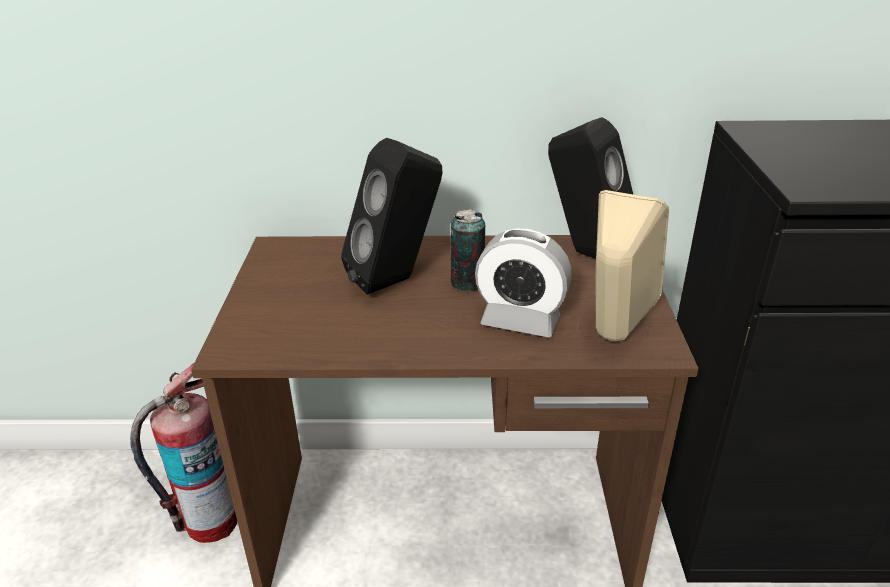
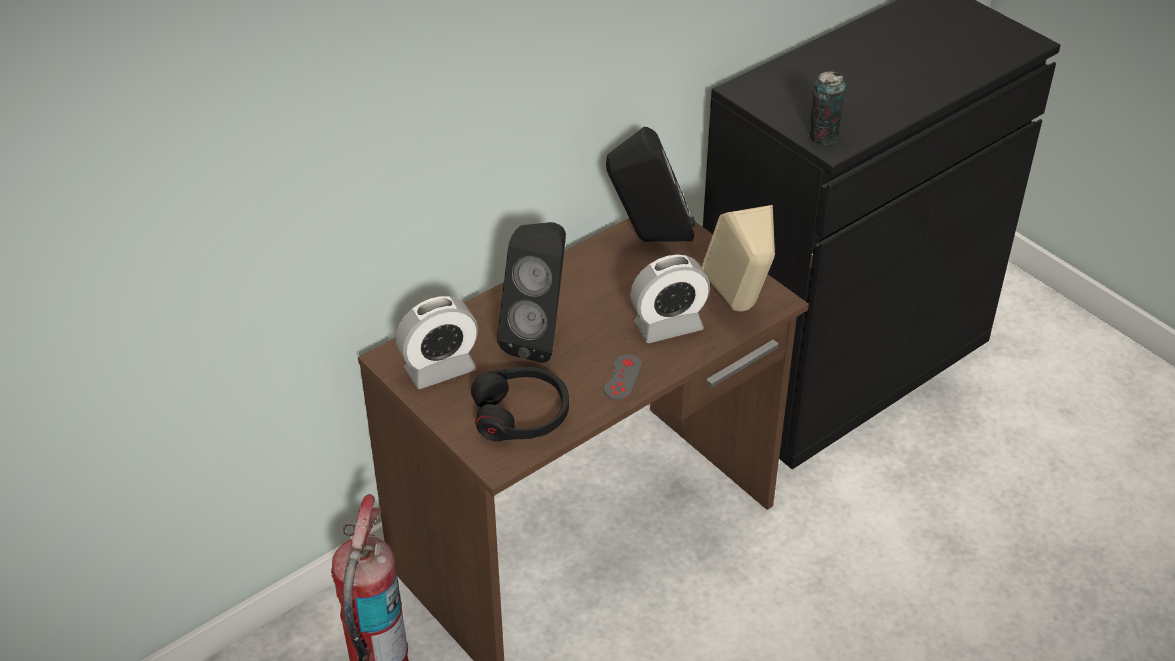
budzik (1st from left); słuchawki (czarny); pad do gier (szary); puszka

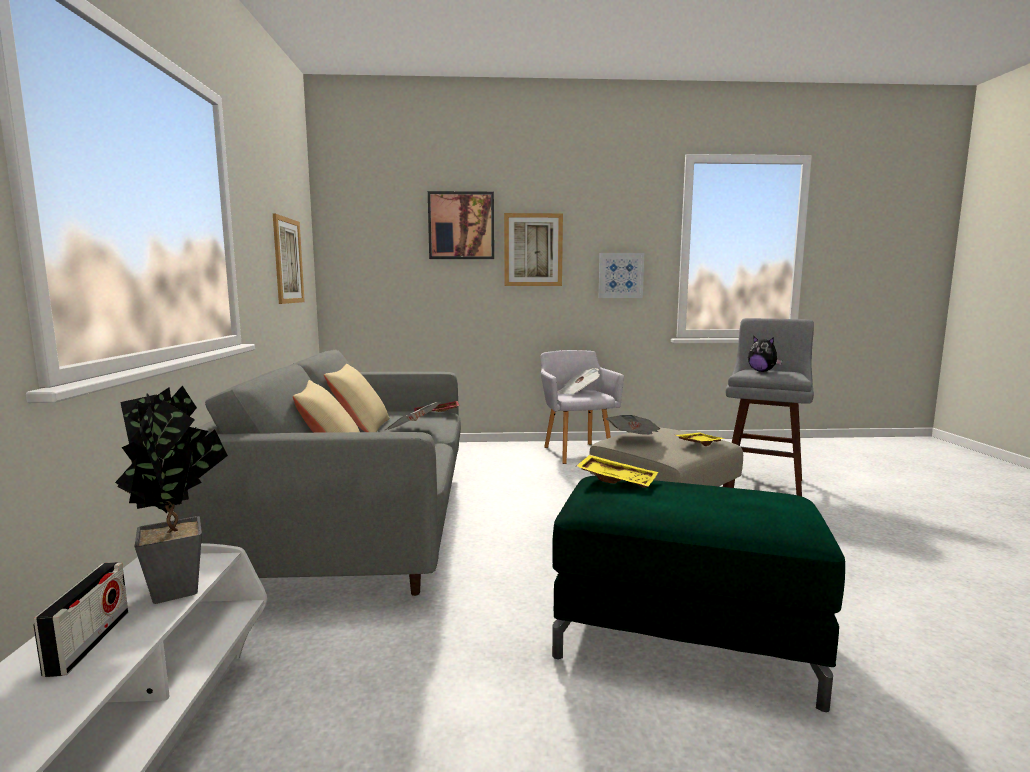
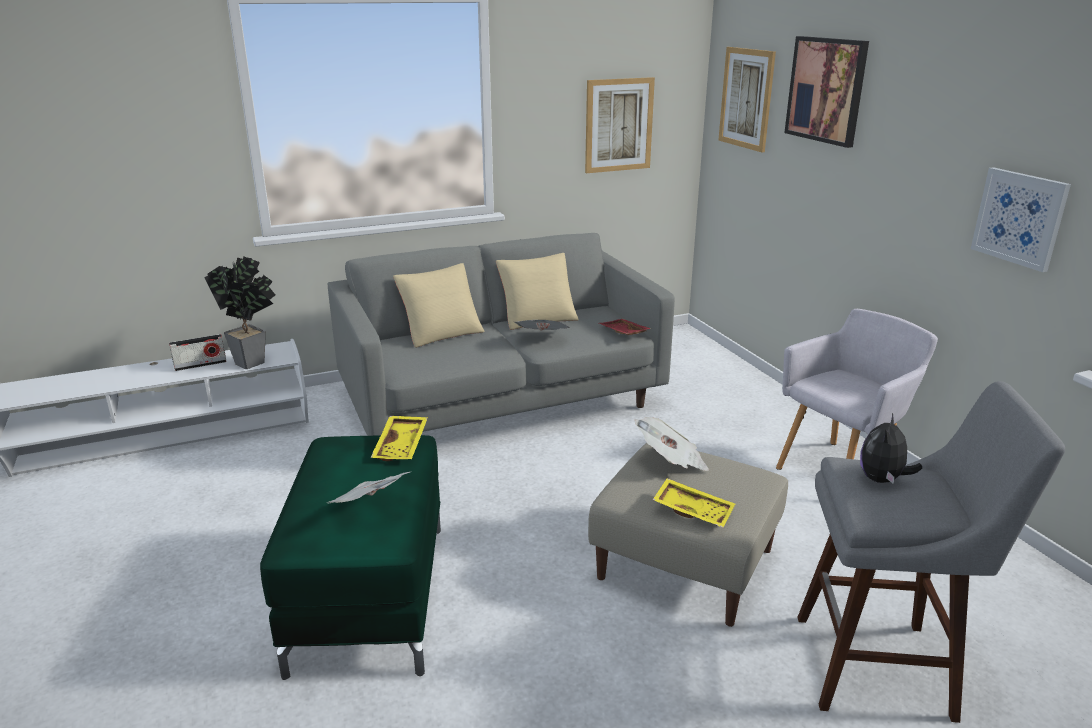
obraz (2nd from left); gazeta (1st from left)

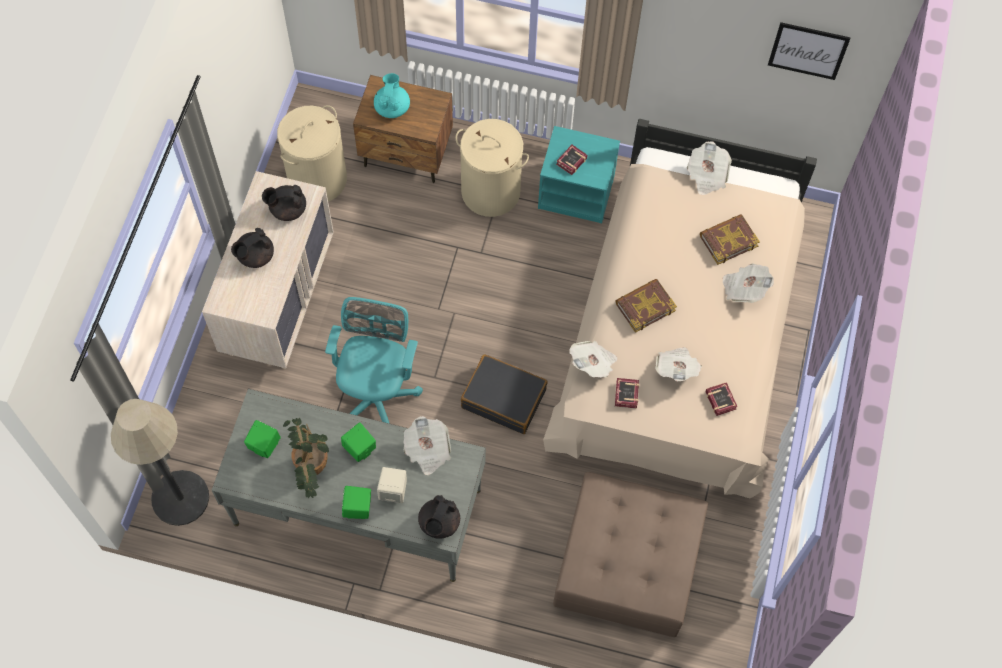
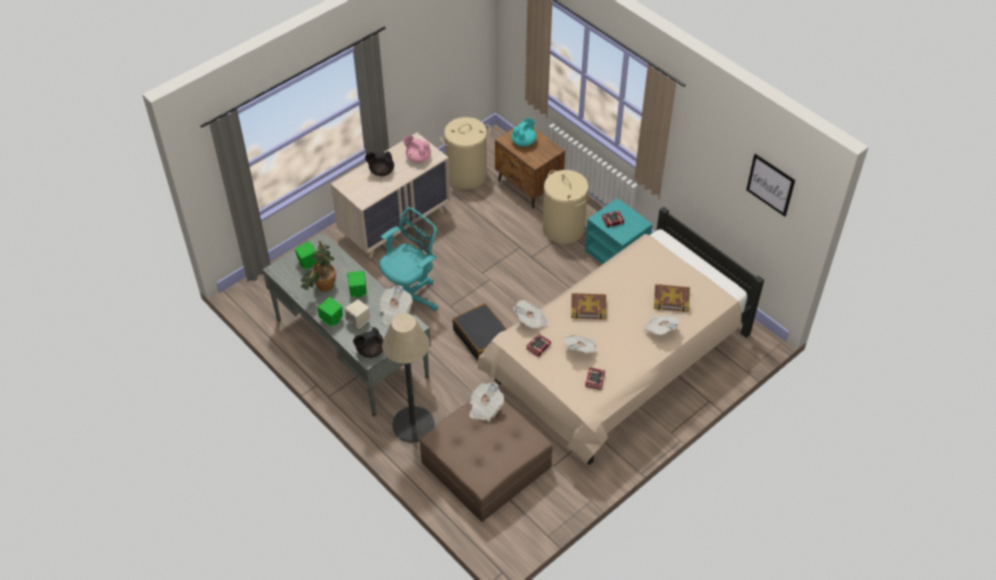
lampa stojąca; gazeta (2nd from left); imbryk (różowy)

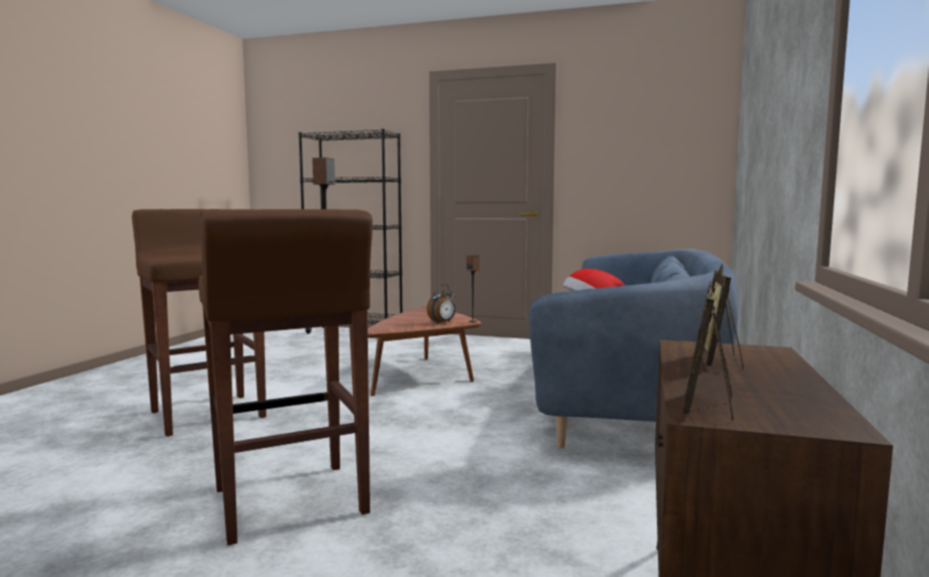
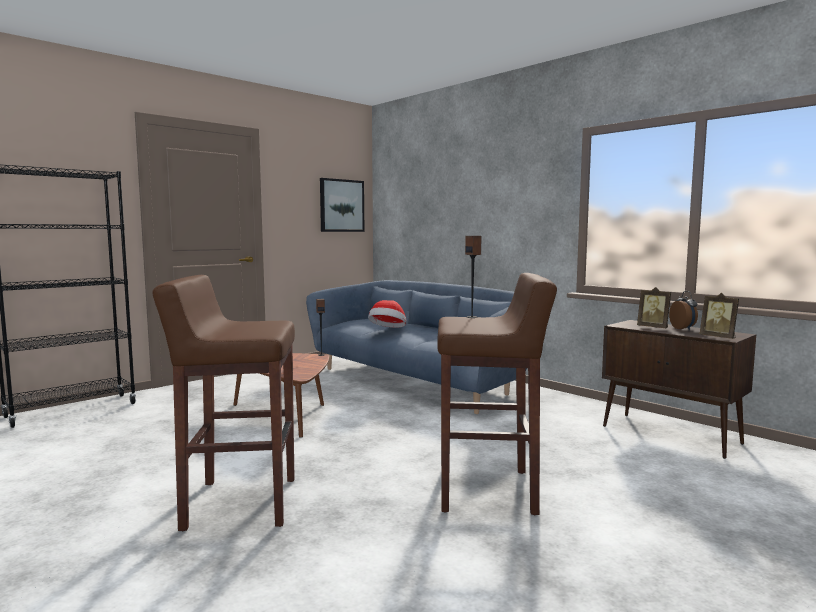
obraz; budzik

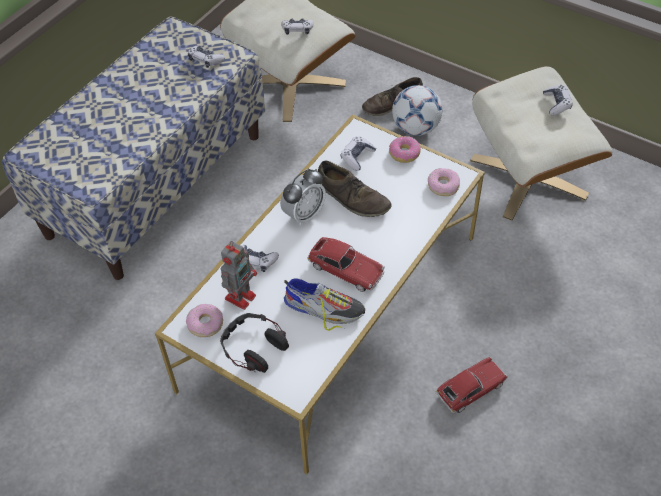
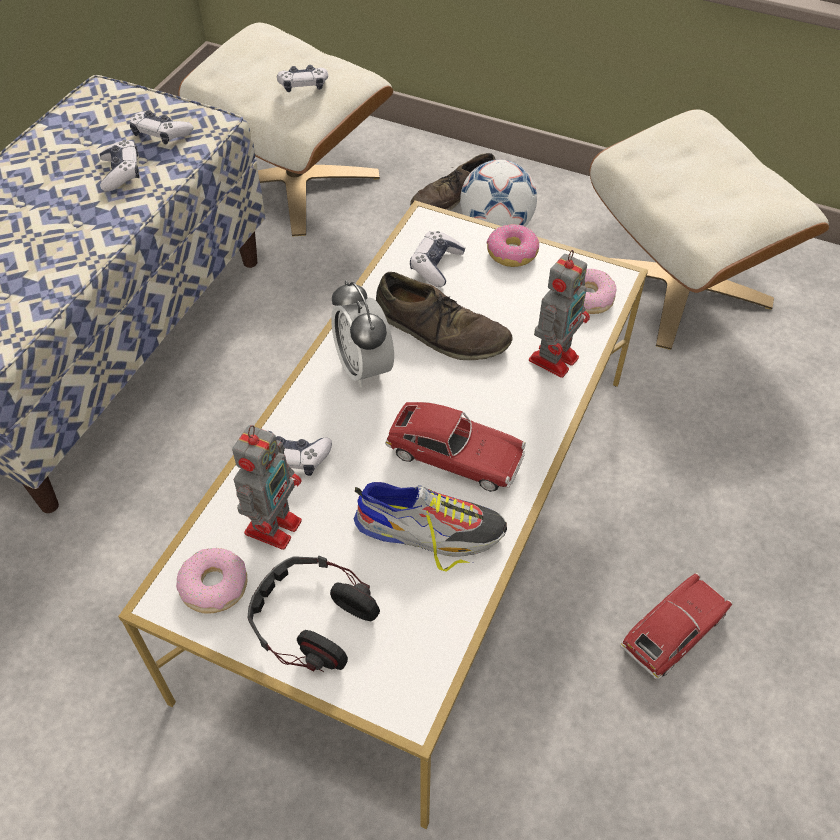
robot zabawkowy (2nd from left); pad do gier (1st from left); budzik

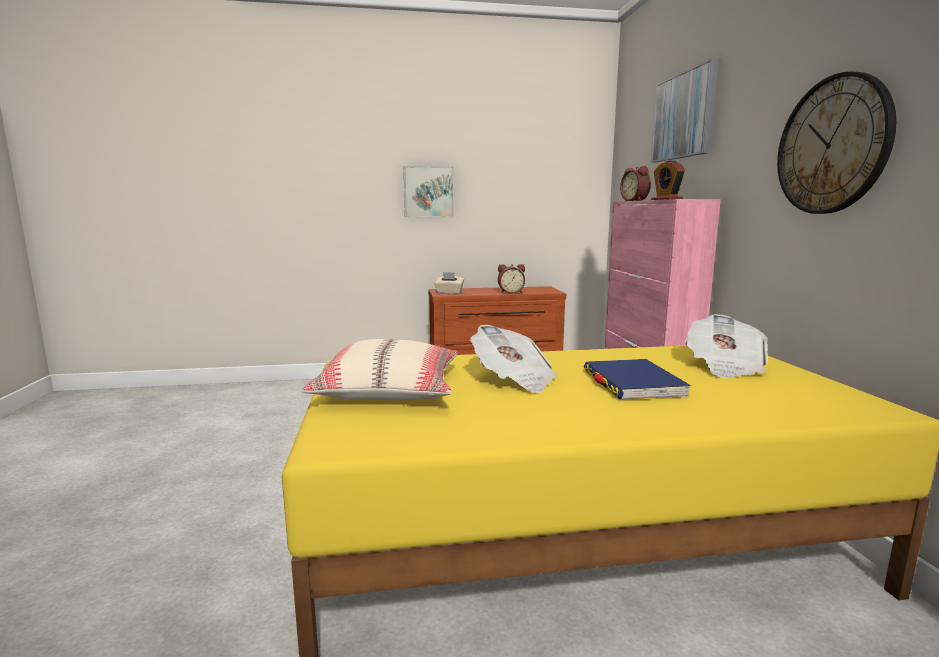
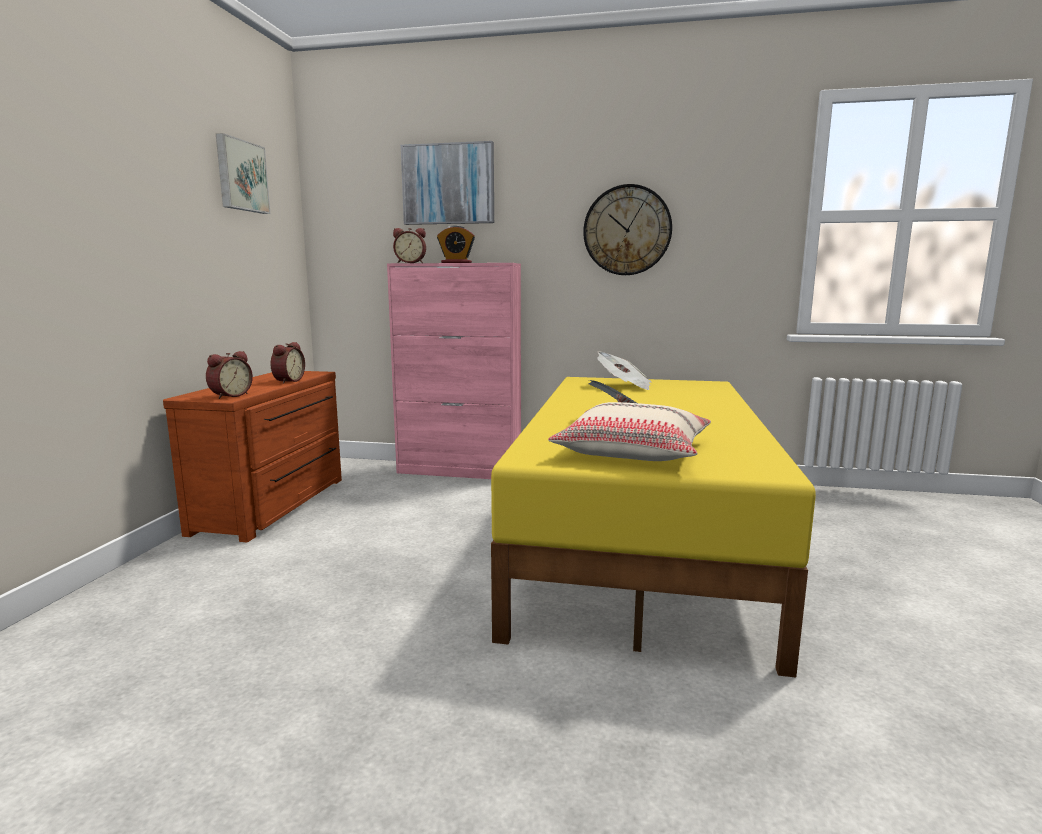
książka (niebieski); obraz (1st from left); budzik (1st from left)

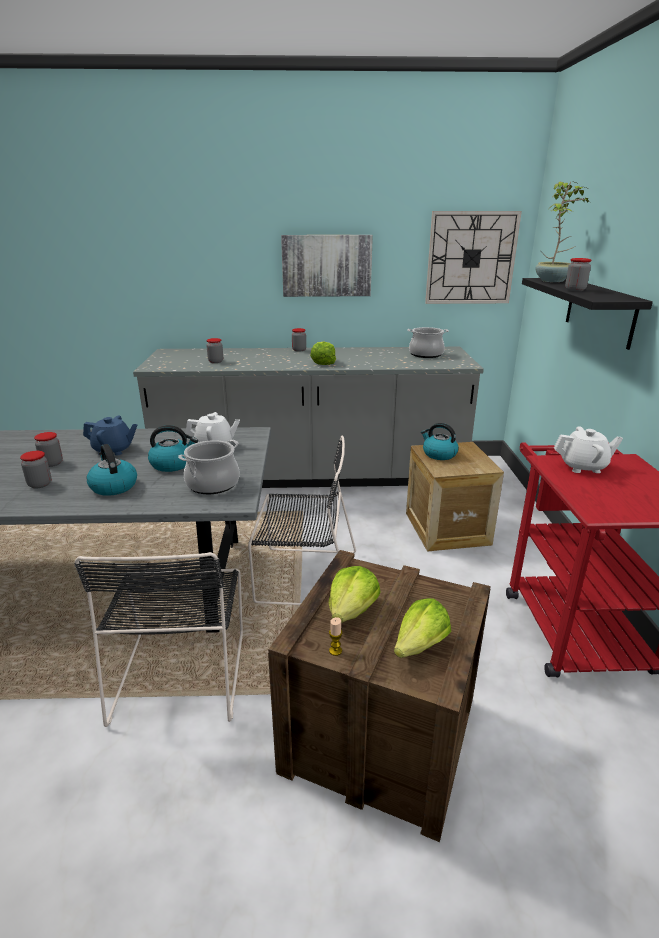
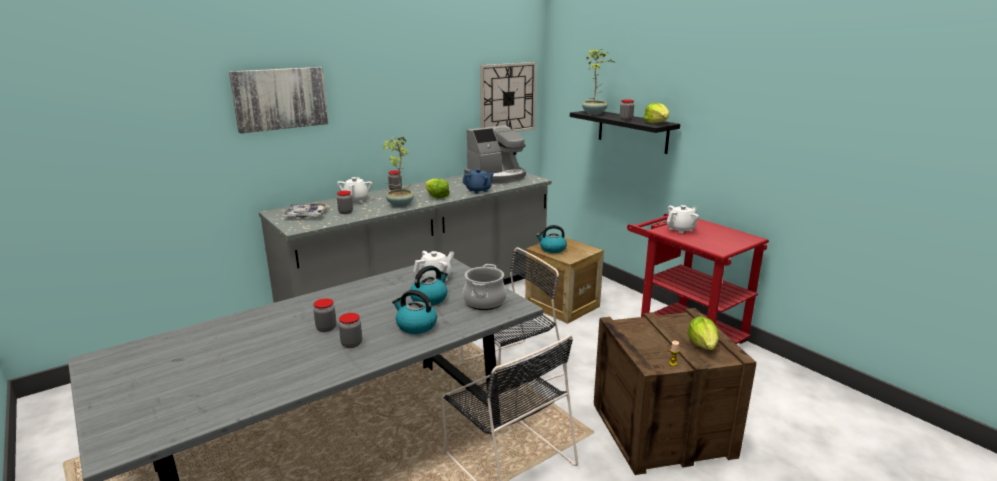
taca; imbryk (biały) (1st from left); roślina doniczkowa (1st from left); imbryk (niebieski); obraz; sałata (2nd from left); ekspres do kawy

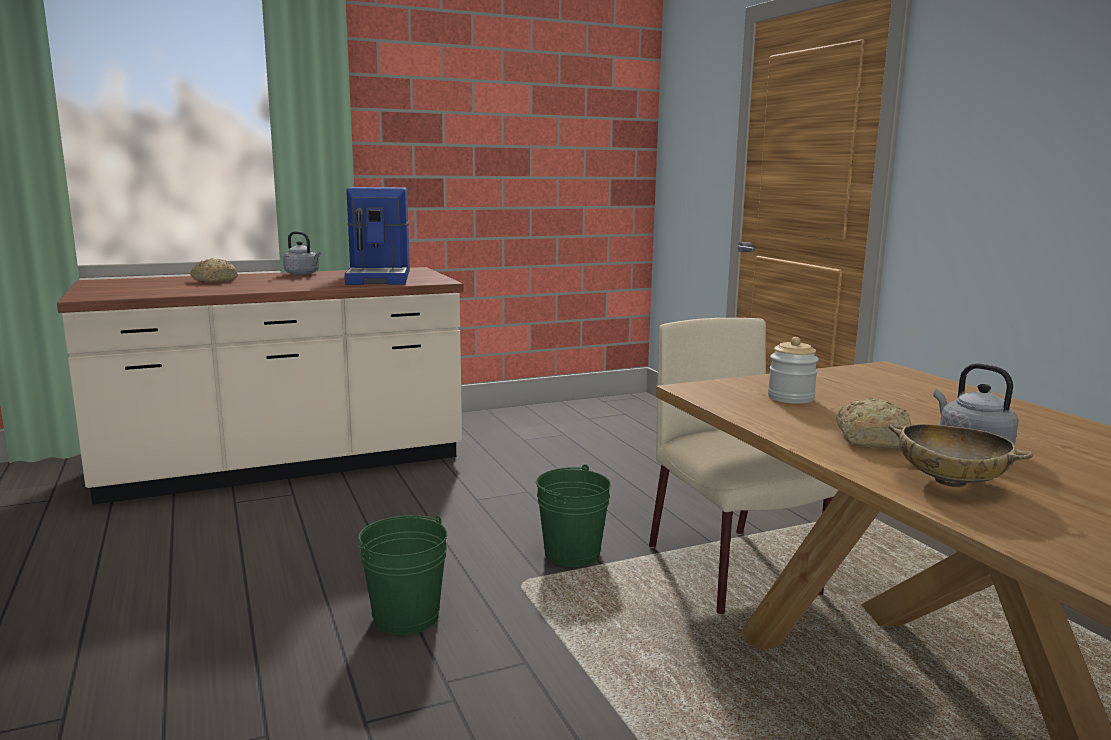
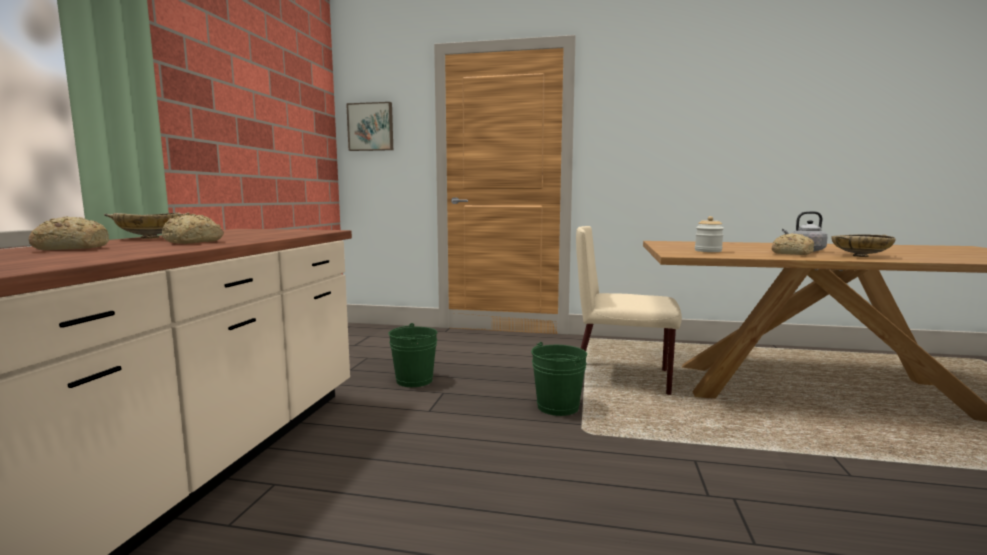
ekspres do kawy; chleb (2nd from left); obraz; wiadro (zielony) (1st from left); miska (beżowy) (1st from left)

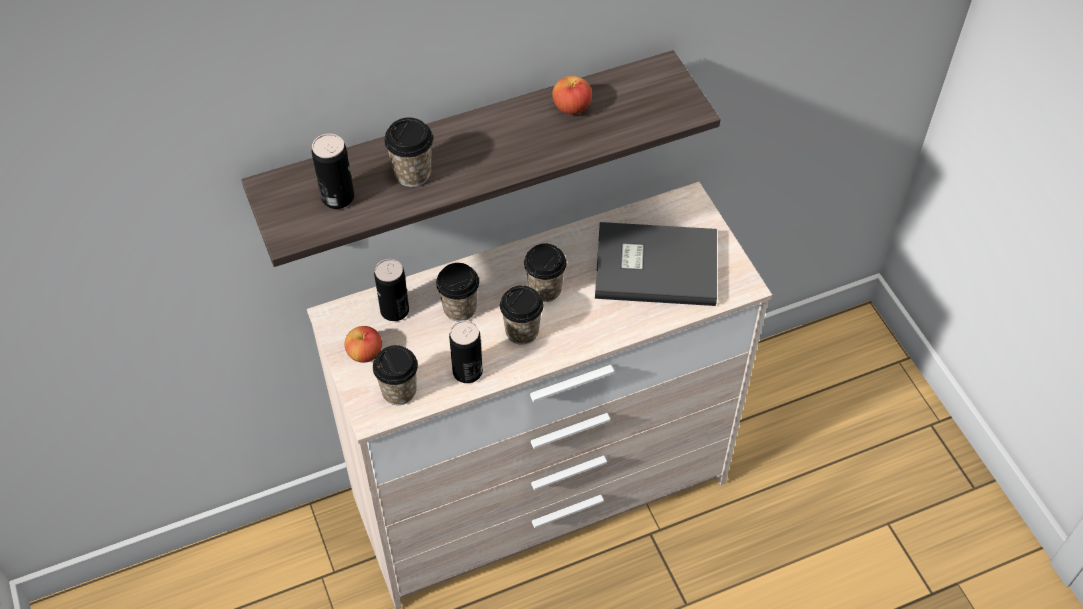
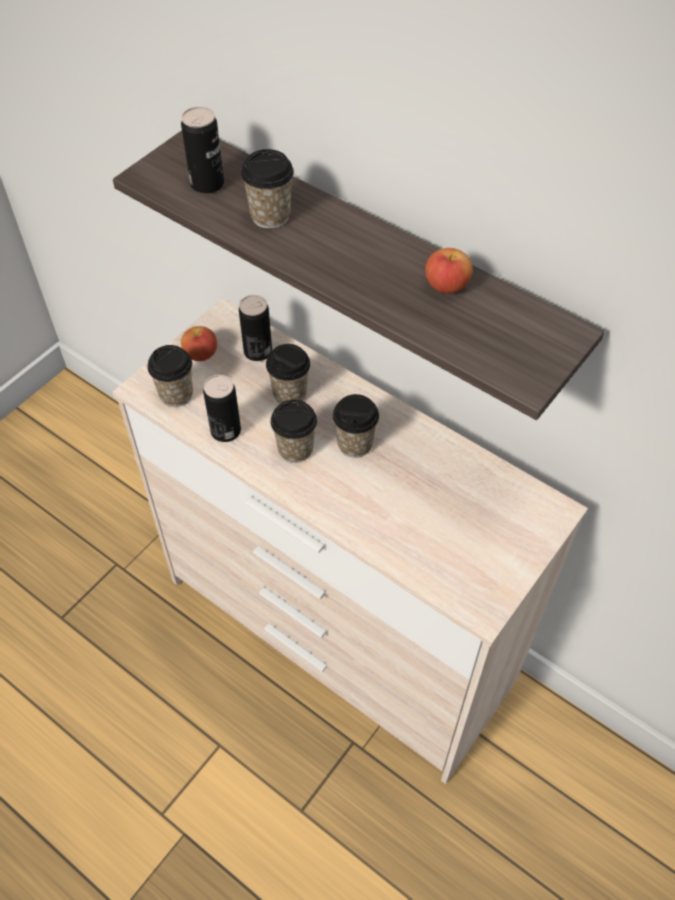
książka (szary)

